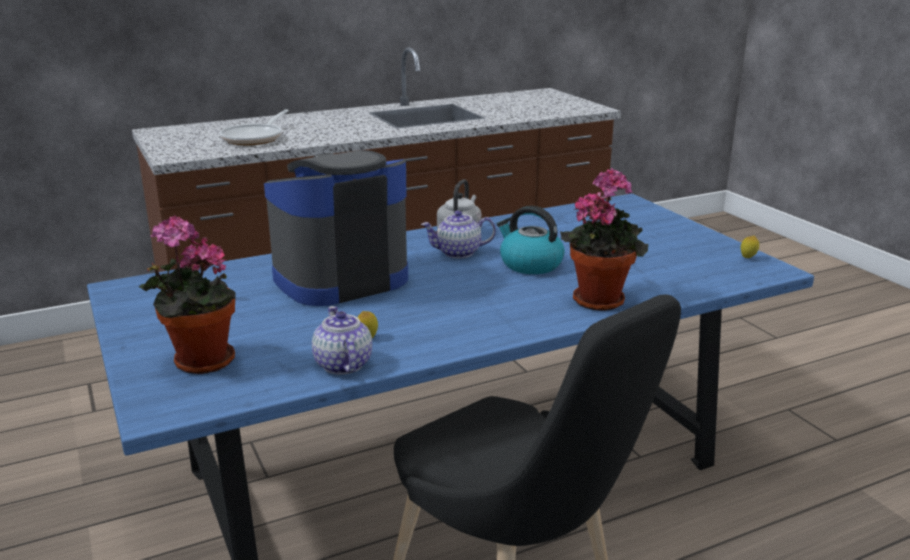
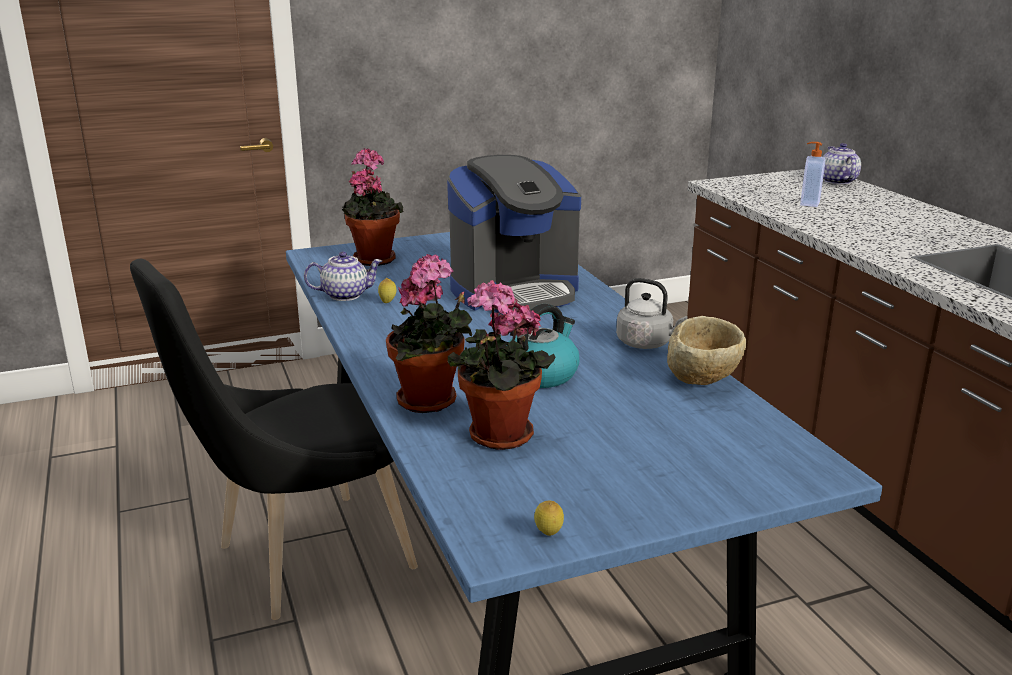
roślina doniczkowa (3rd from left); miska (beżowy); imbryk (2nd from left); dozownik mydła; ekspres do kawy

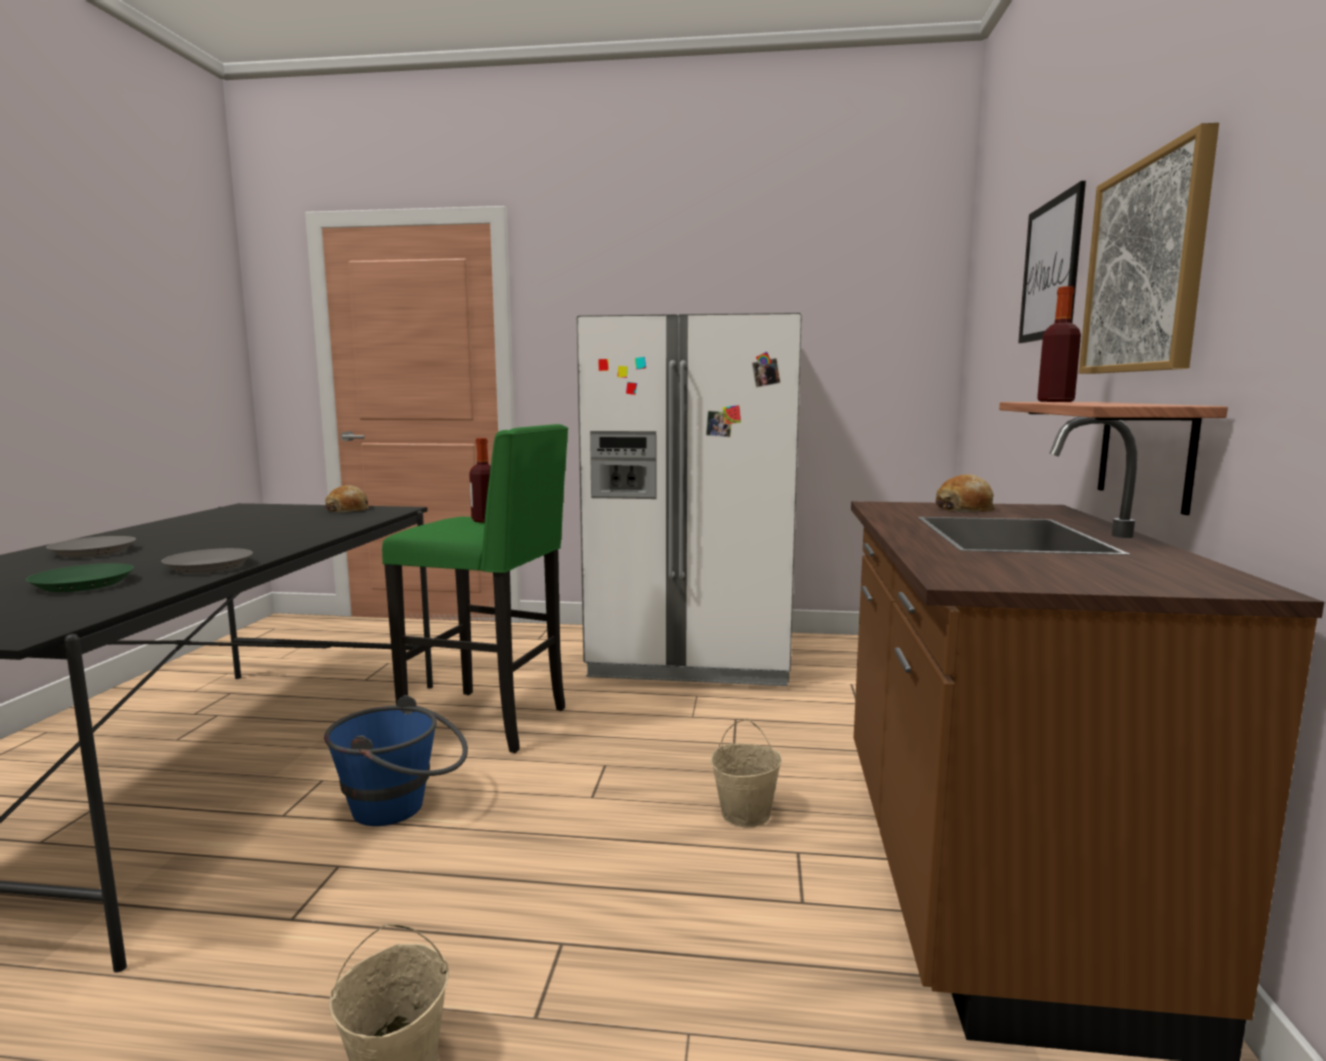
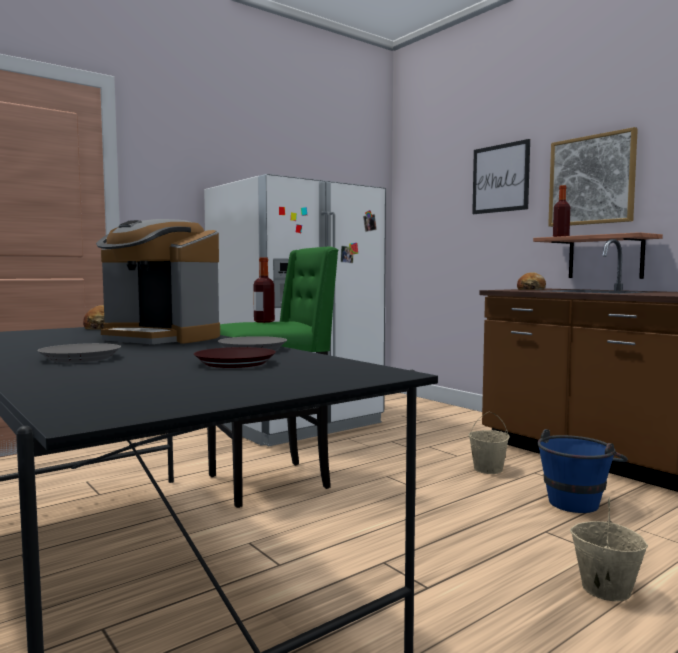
ekspres do kawy; wiadro (niebieski); talerz (brązowy)

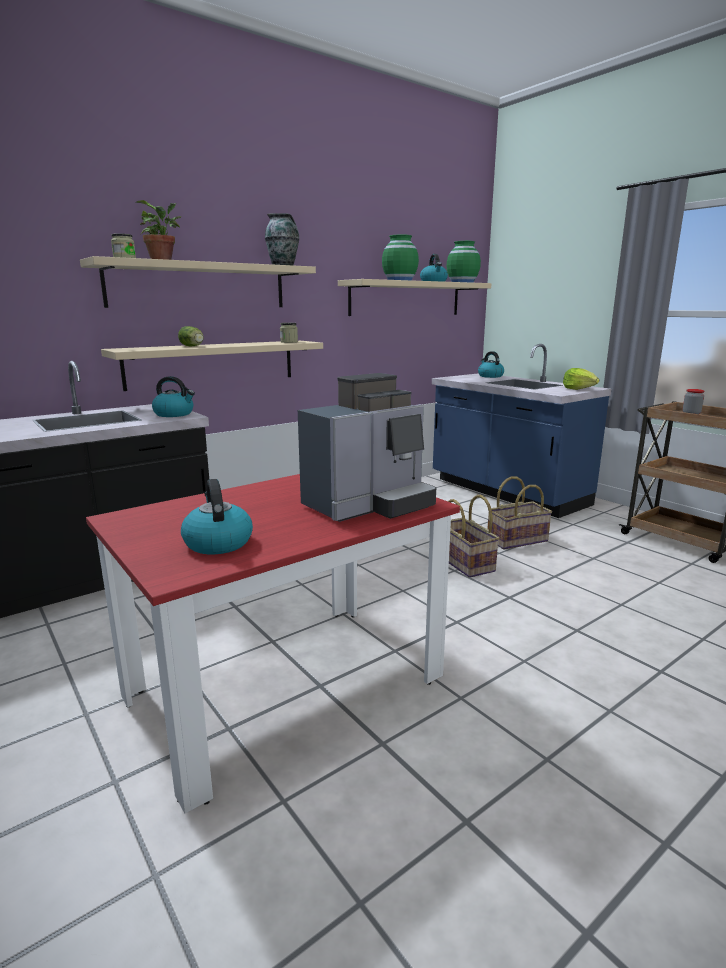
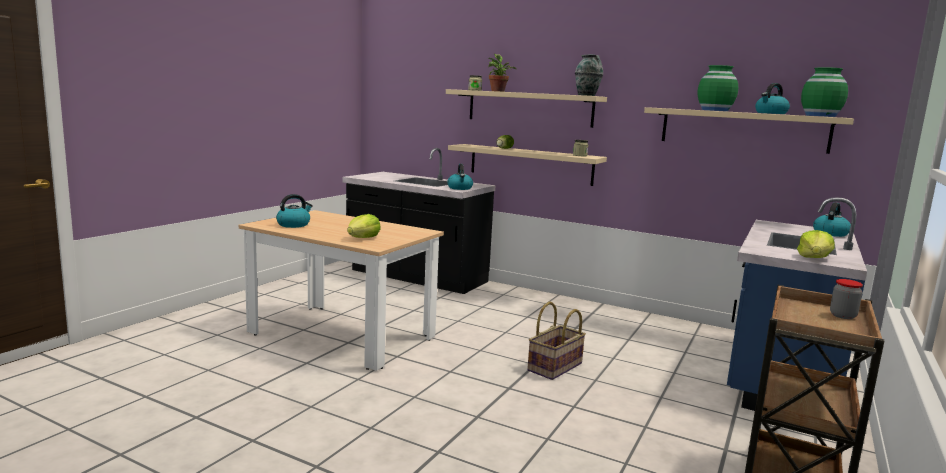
koszyk (2nd from left in the first image); sałata (1st from left); stół jadalny (beżowy)

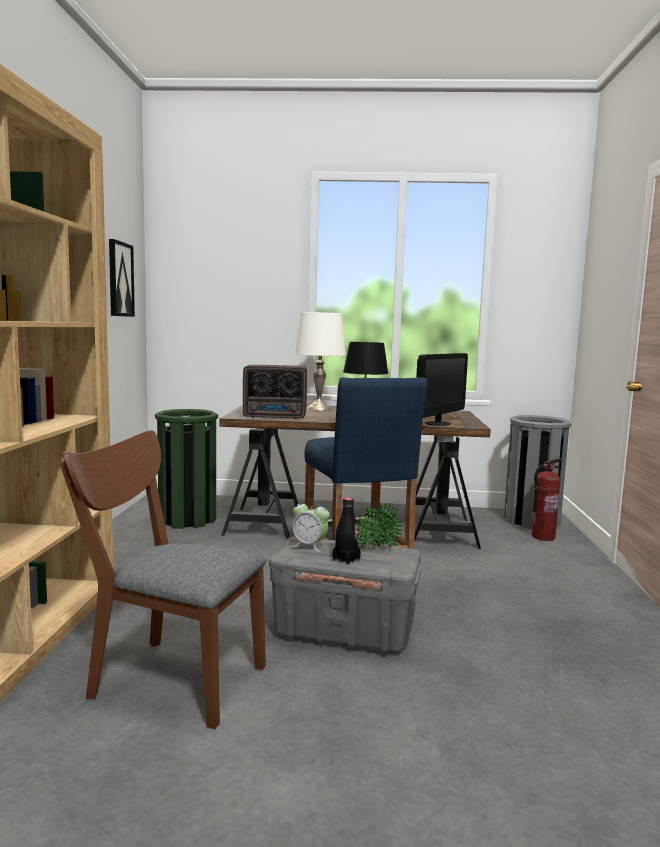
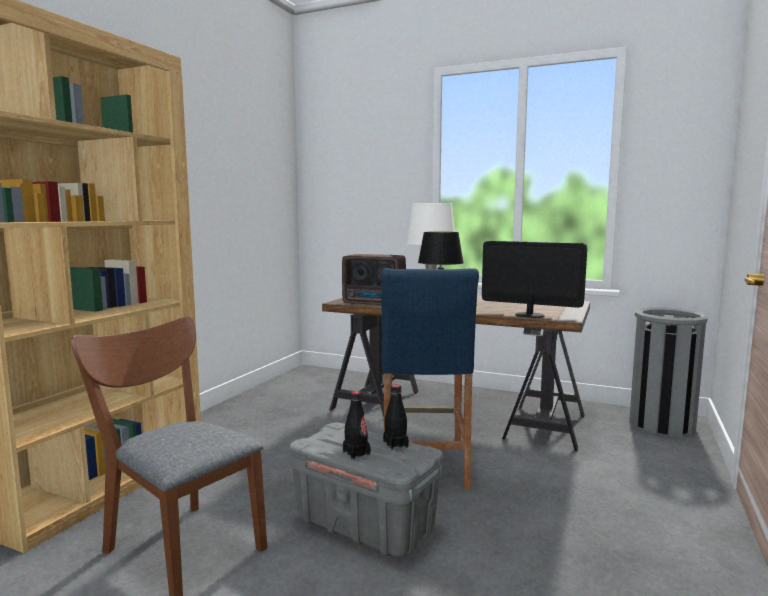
obraz; kosz na śmieci (zielony); budzik; gaśnica; butelka (czarny) (2nd from left); monitor

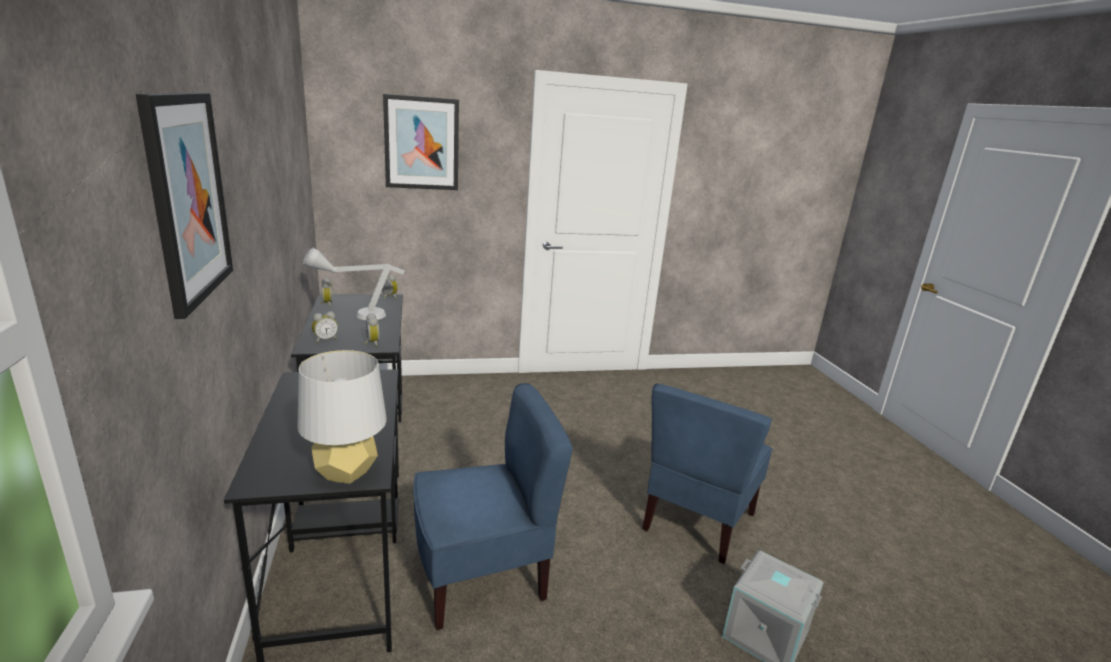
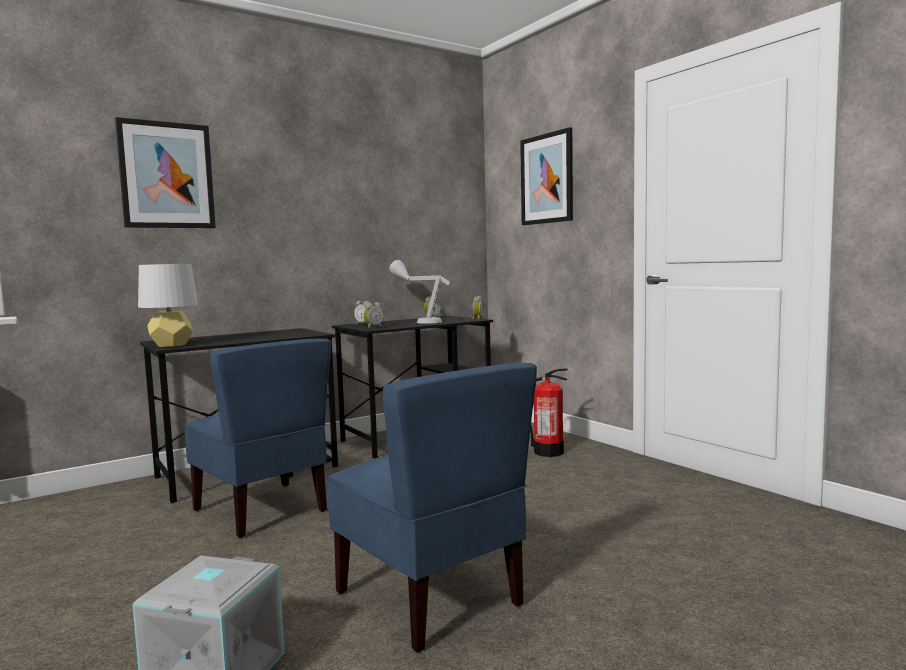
gaśnica; krzesło (niebieski) (2nd from left)

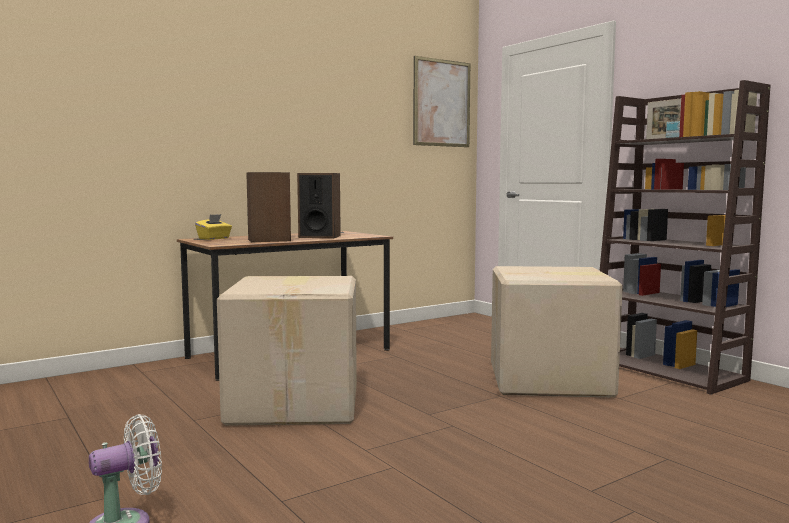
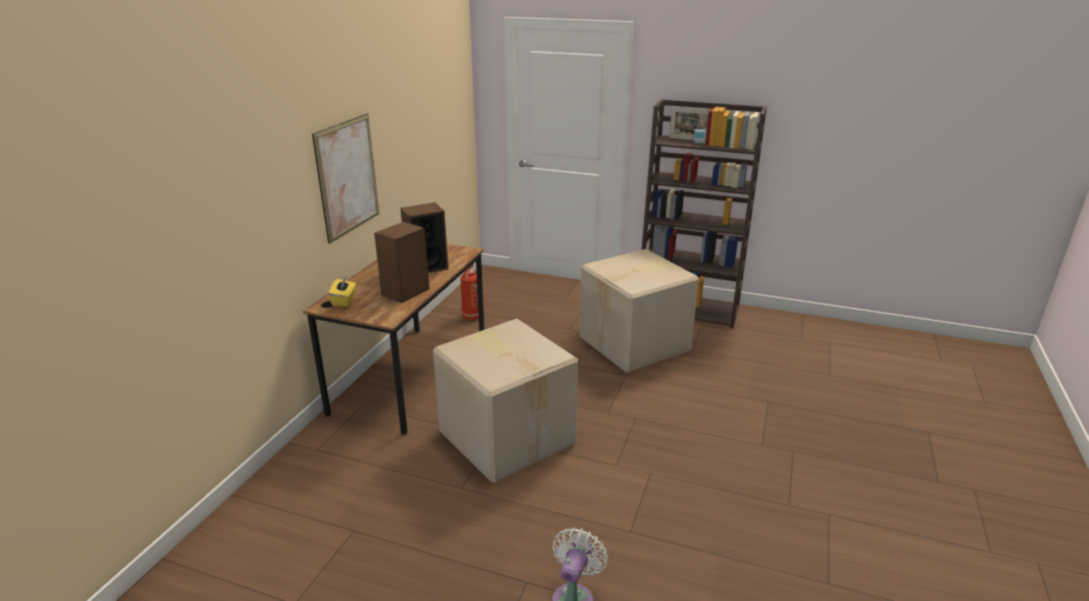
gaśnica; obraz

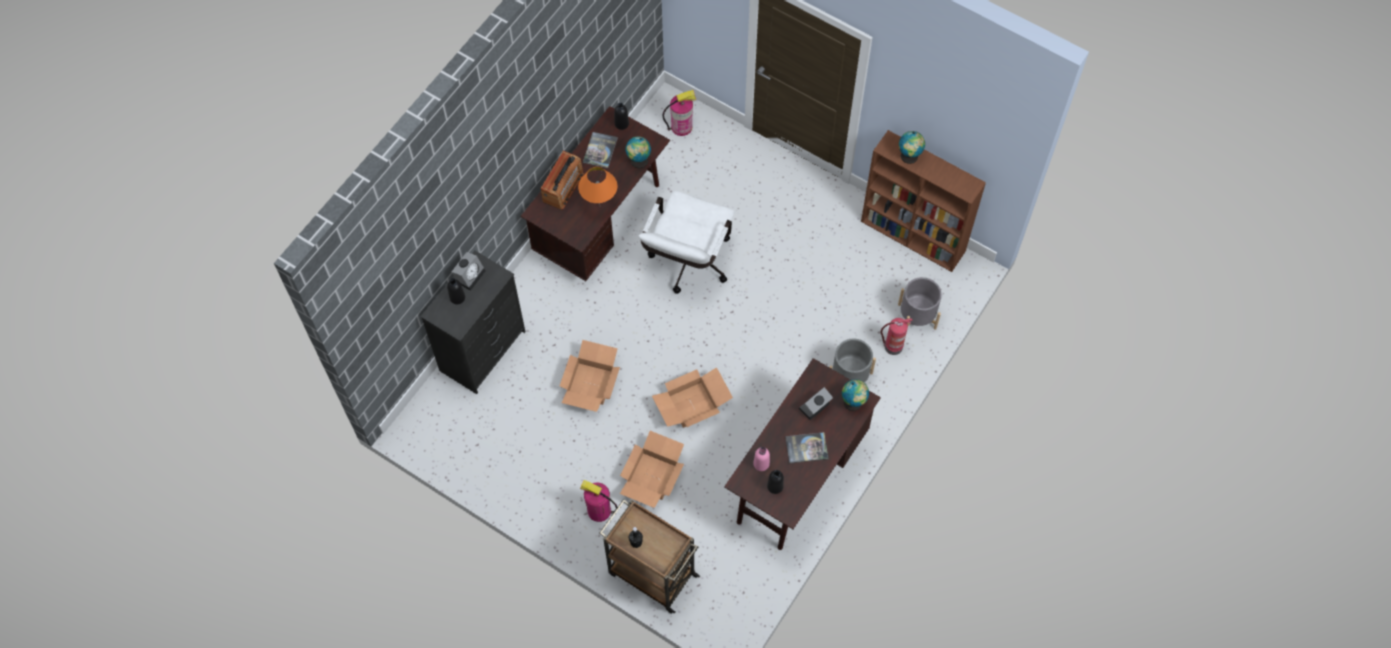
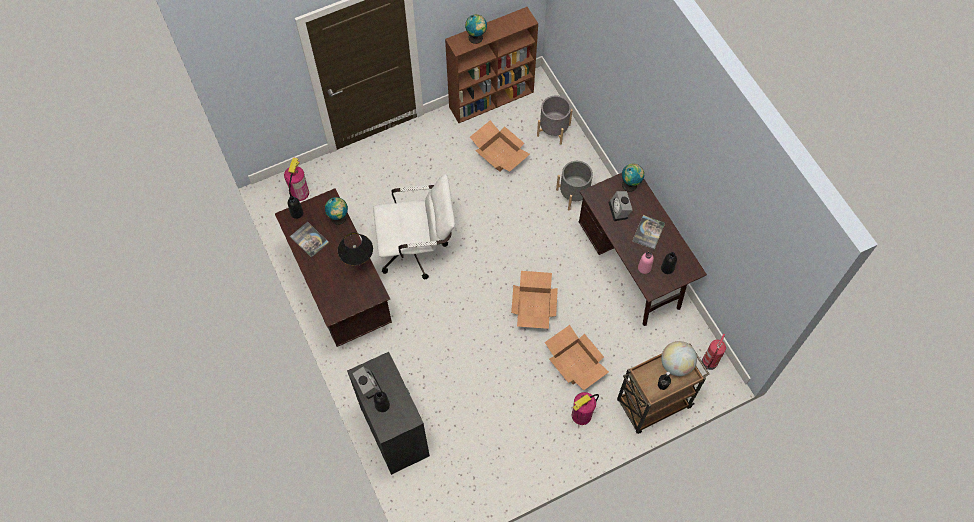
radio; globus (4th from left); karton (1st from left); gaśnica (3rd from left); lampa stołowa (czarny); krzesło biurowe (biały)

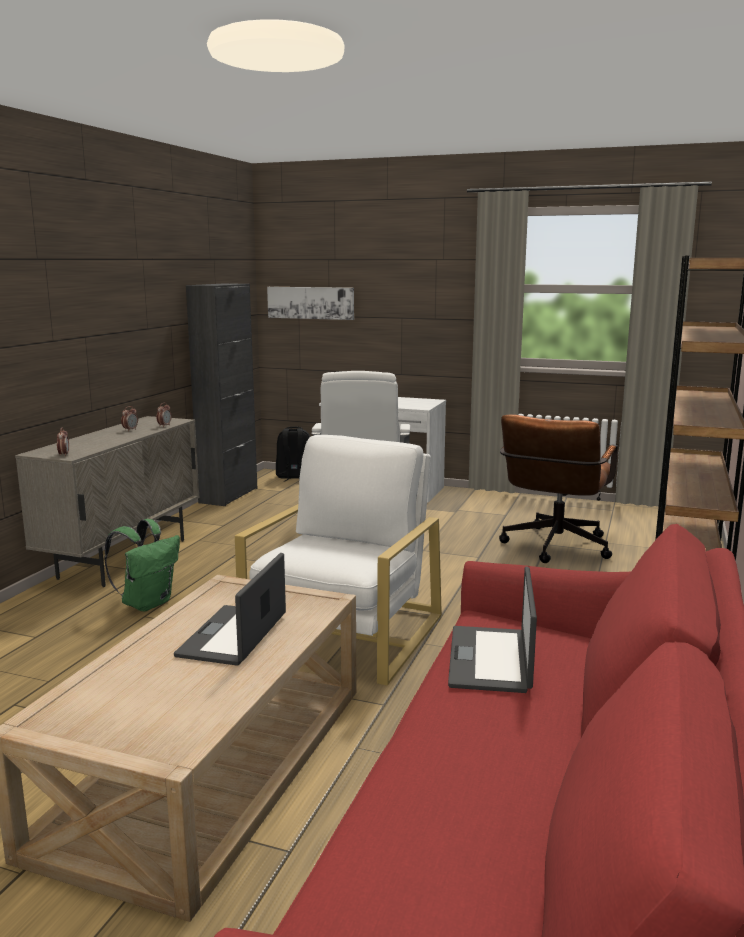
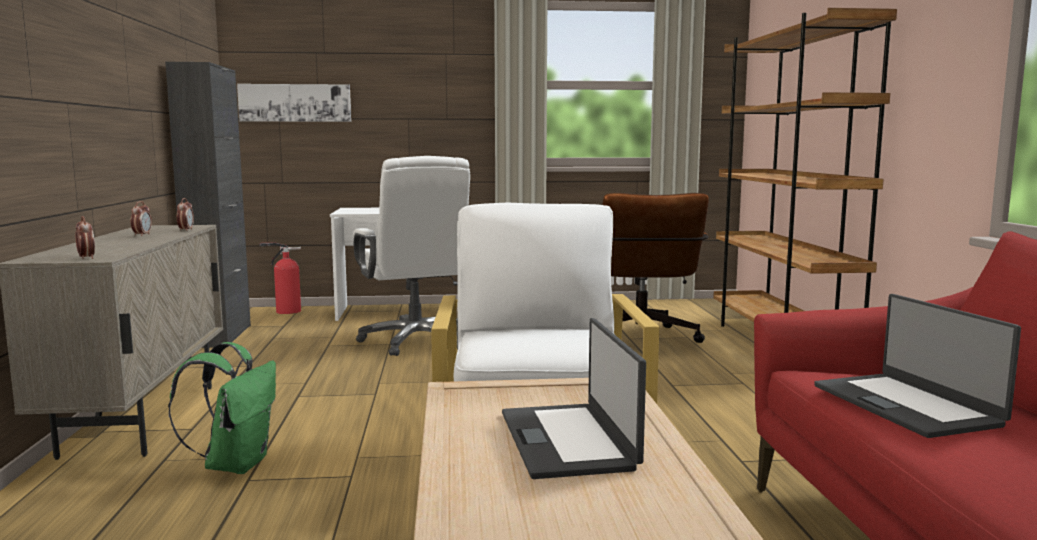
gaśnica

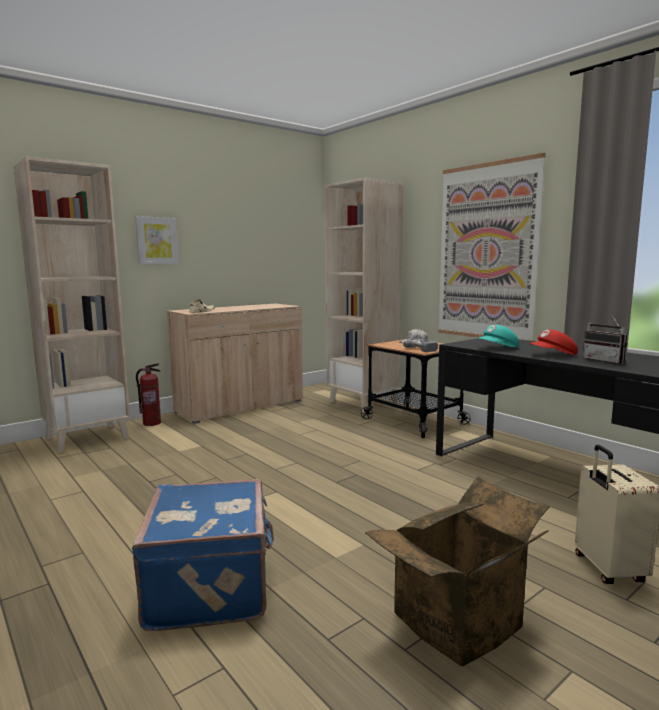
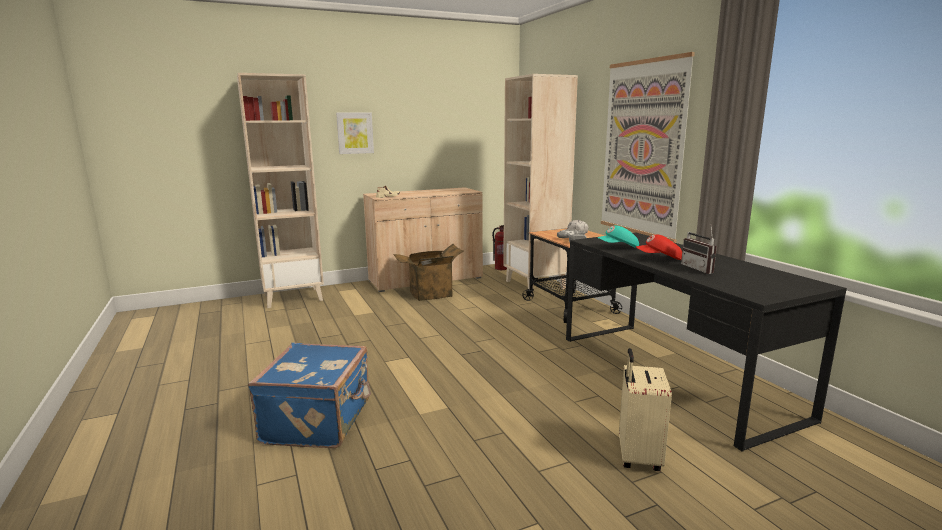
gaśnica; karton

